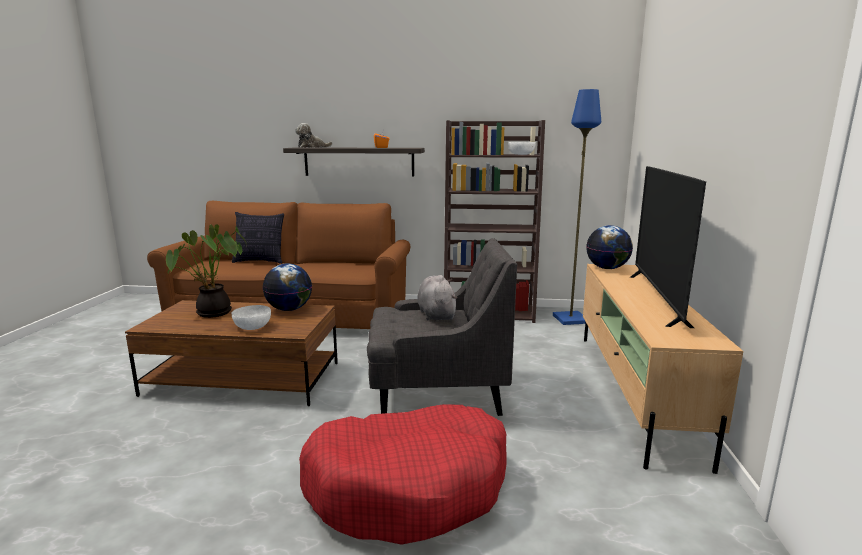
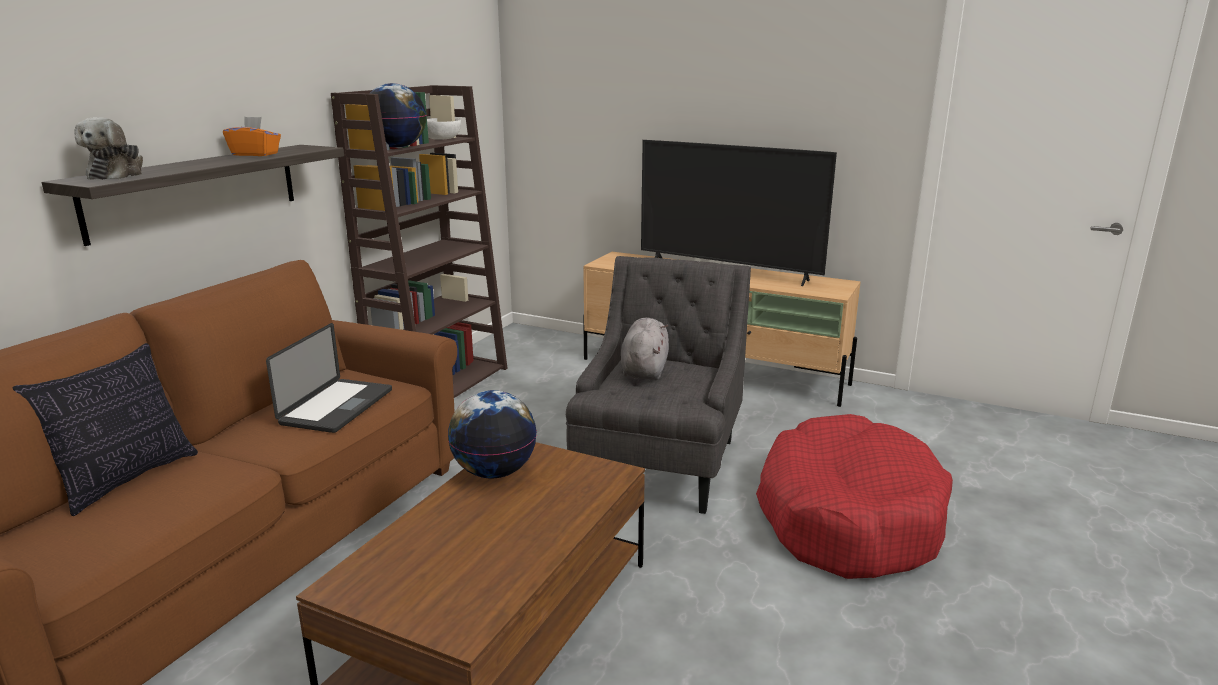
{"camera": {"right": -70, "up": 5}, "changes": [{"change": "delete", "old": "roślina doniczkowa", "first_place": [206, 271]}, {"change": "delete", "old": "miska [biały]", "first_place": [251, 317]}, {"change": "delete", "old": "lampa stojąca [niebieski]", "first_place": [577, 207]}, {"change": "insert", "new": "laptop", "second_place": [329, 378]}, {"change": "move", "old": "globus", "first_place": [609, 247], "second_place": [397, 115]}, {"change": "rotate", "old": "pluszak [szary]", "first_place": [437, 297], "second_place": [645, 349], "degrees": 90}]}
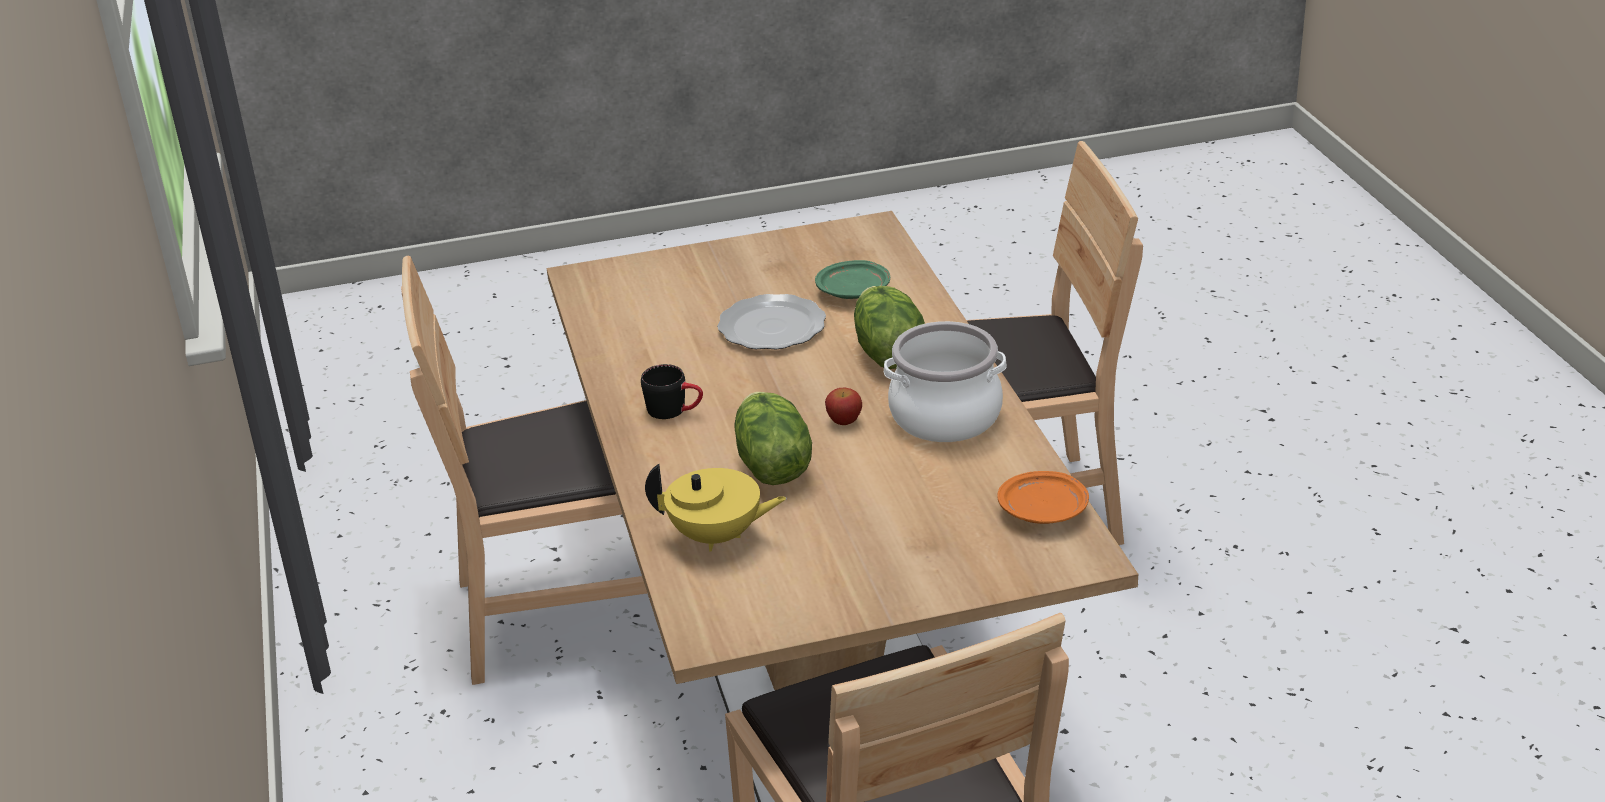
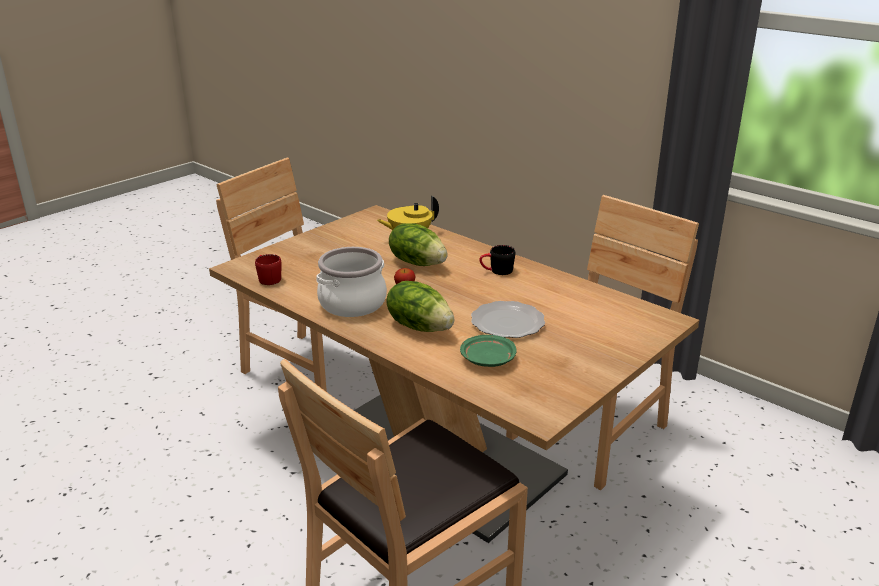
{"camera": {"right": 145, "up": -5}, "changes": [{"change": "replace", "old": "talerz [pomarańczowy]", "new": "kubek [czerwony]", "first_place": [1043, 497], "second_place": [268, 269]}]}
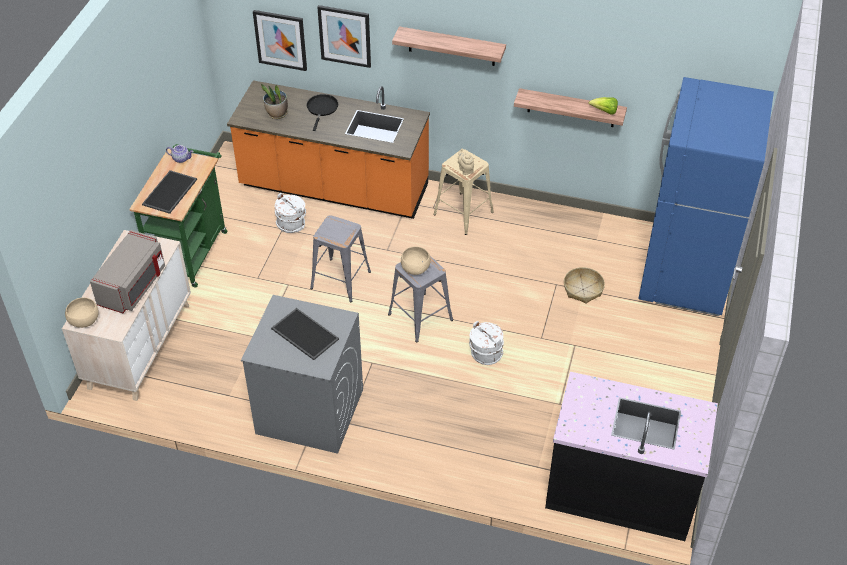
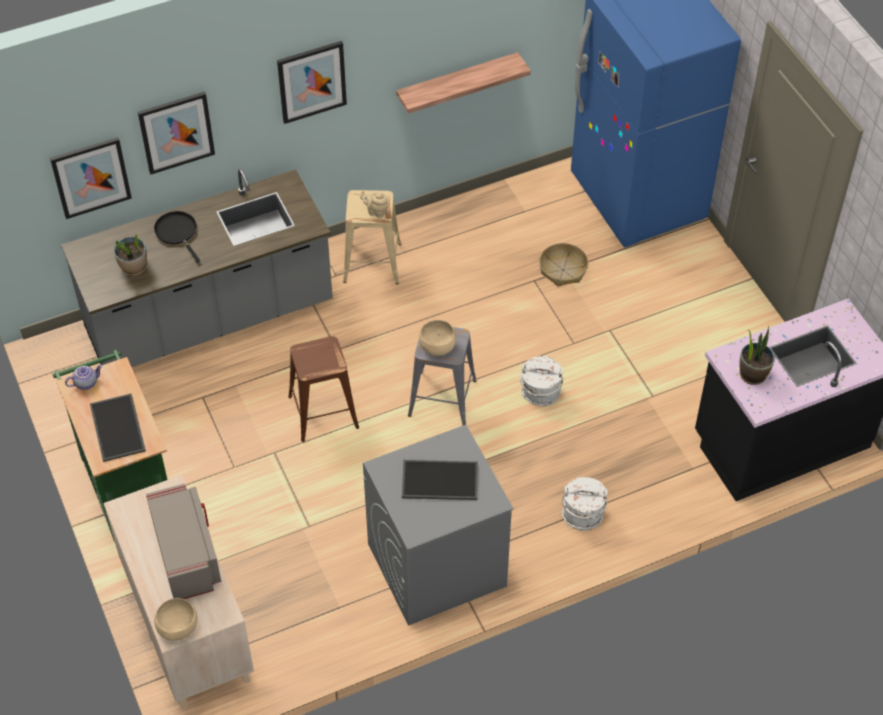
{"camera": {"right": -40, "up": 5}, "changes": [{"change": "delete", "old": "sałata", "first_place": [603, 106]}, {"change": "insert", "new": "roślina doniczkowa", "second_place": [757, 355]}, {"change": "move", "old": "wiadro [biały]", "first_place": [290, 213], "second_place": [585, 504]}, {"change": "replace", "old": "półka", "new": "obraz", "first_place": [449, 46], "second_place": [312, 82]}, {"change": "recolor", "old": "zabudowa kuchenna [pomarańczowy]", "new": "zabudowa kuchenna [szary]", "first_place": [328, 149], "second_place": [197, 268]}, {"change": "recolor", "old": "stołek [szary]", "new": "stołek [brązowy]", "first_place": [340, 258], "second_place": [323, 389]}]}
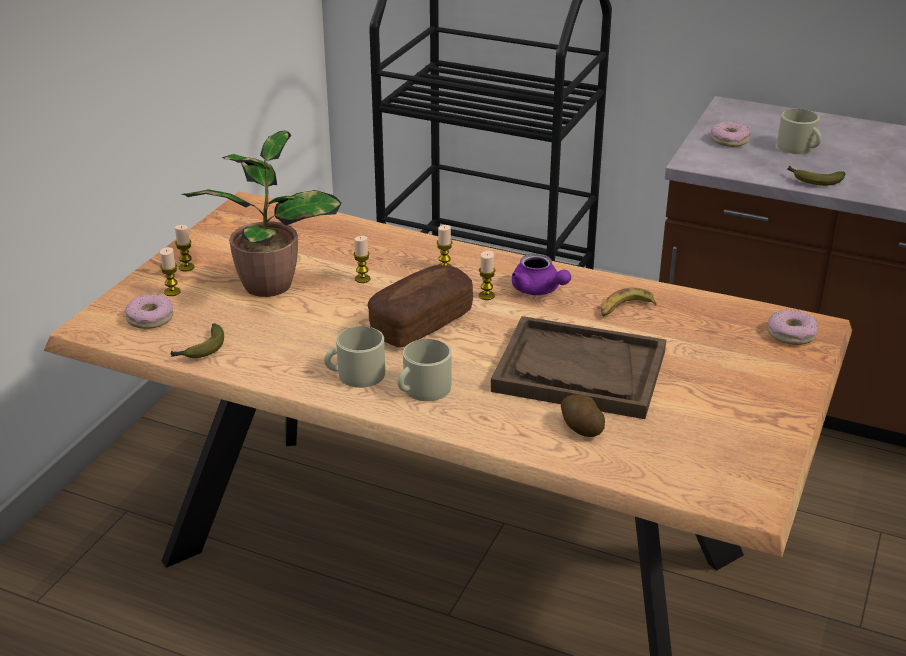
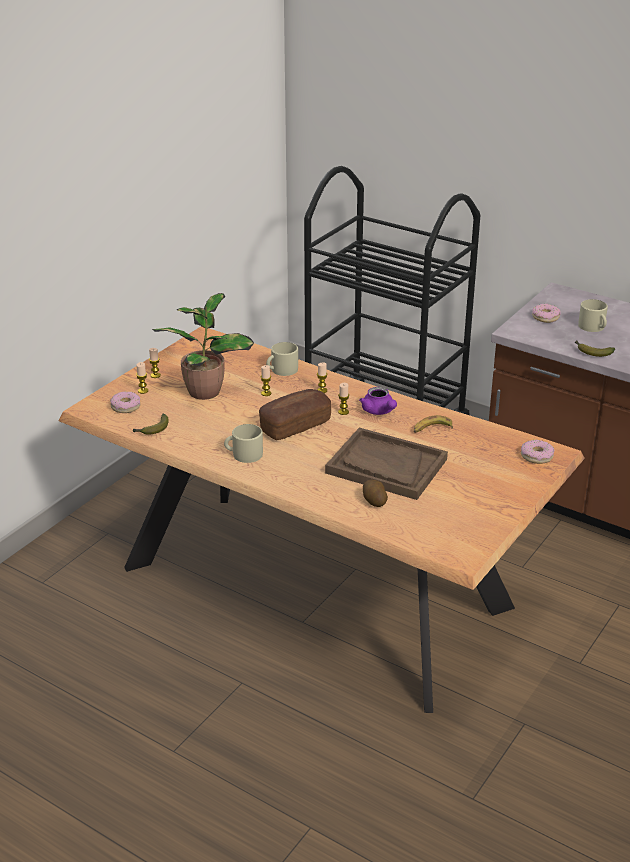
{"camera": {"right": 10, "up": 0}, "changes": [{"change": "move", "old": "kubek [beżowy]", "first_place": [424, 370], "second_place": [282, 359]}]}
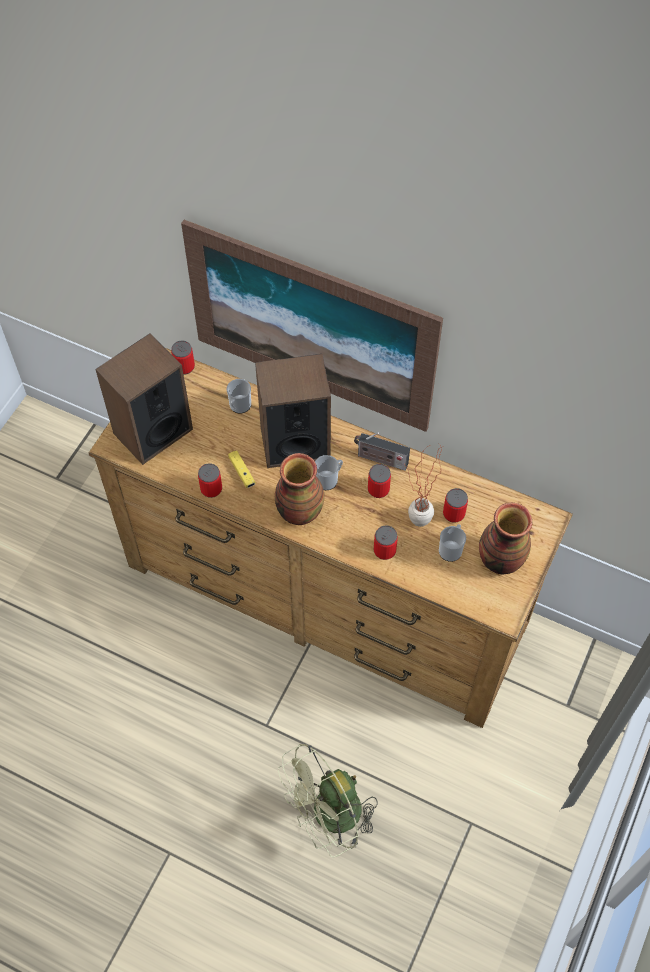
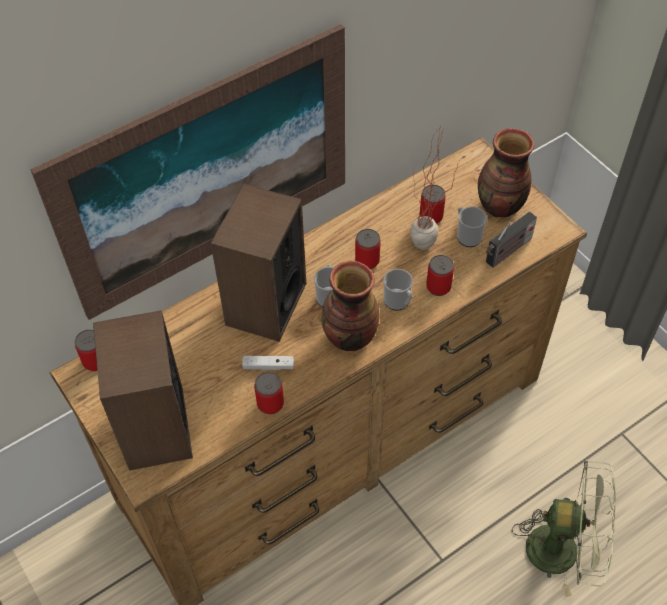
{"camera": {"right": -60, "up": -5}, "changes": [{"change": "move", "old": "kubek", "first_place": [239, 396], "second_place": [398, 290]}, {"change": "move", "old": "radio", "first_place": [382, 451], "second_place": [511, 239]}, {"change": "recolor", "old": "pad do gier [żółty]", "new": "pad do gier [biały]", "first_place": [242, 469], "second_place": [268, 363]}, {"change": "rotate", "old": "wentylator [zielony]", "first_place": [328, 801], "second_place": [564, 528], "degrees": -75}]}
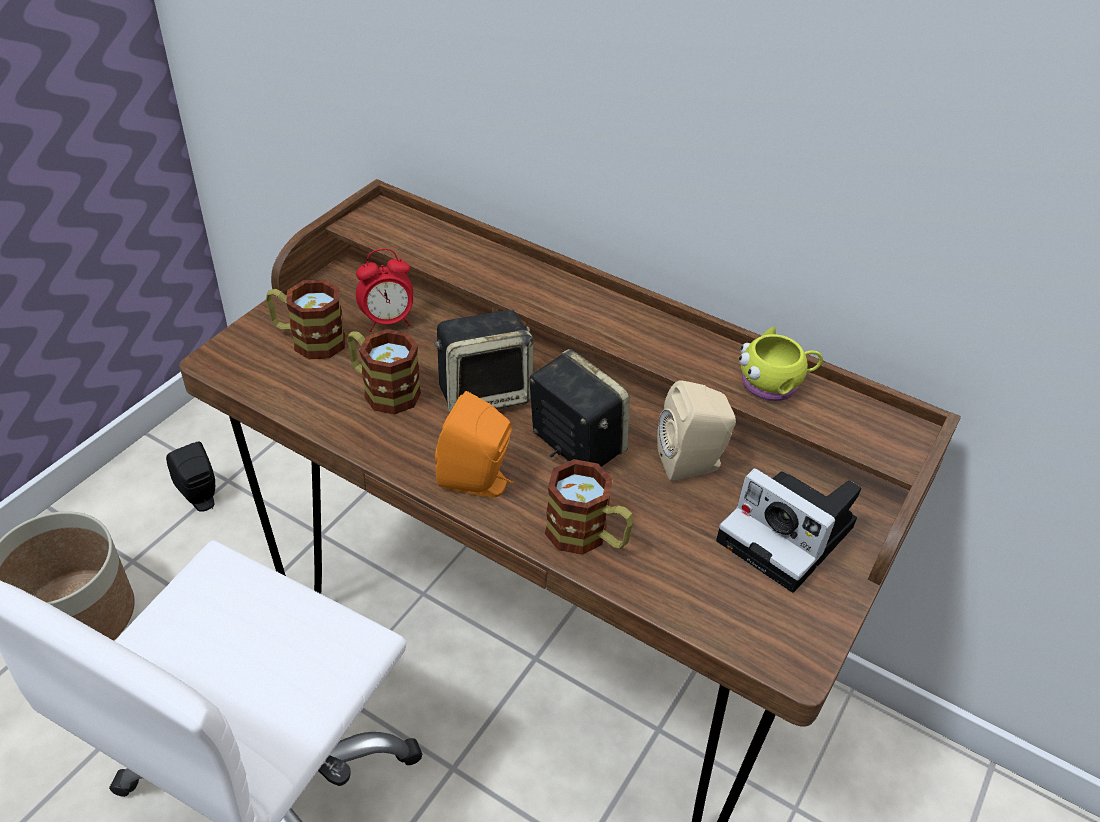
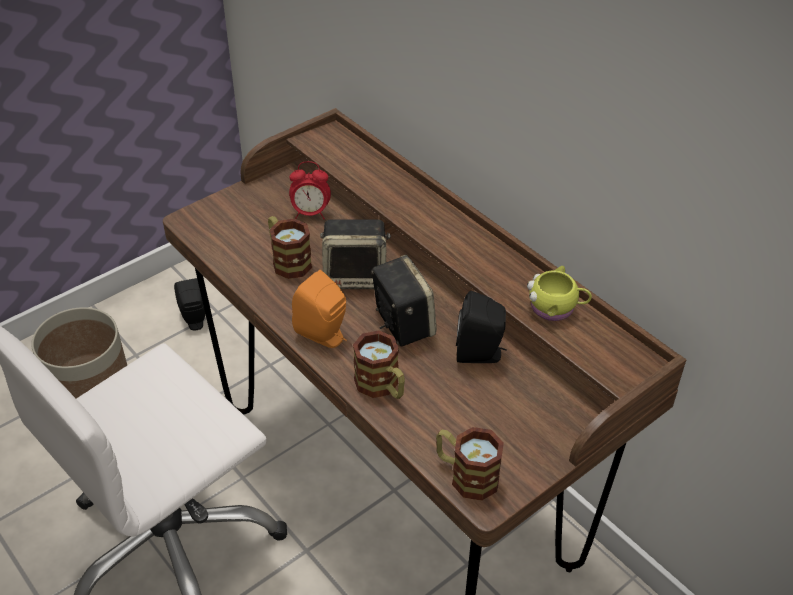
{"camera": {"right": 20, "up": 0}, "changes": [{"change": "delete", "old": "aparat fotograficzny", "first_place": [788, 530]}, {"change": "move", "old": "kubek", "first_place": [305, 319], "second_place": [470, 464]}, {"change": "recolor", "old": "głośnik [beżowy]", "new": "głośnik [czarny]", "first_place": [696, 430], "second_place": [481, 327]}]}
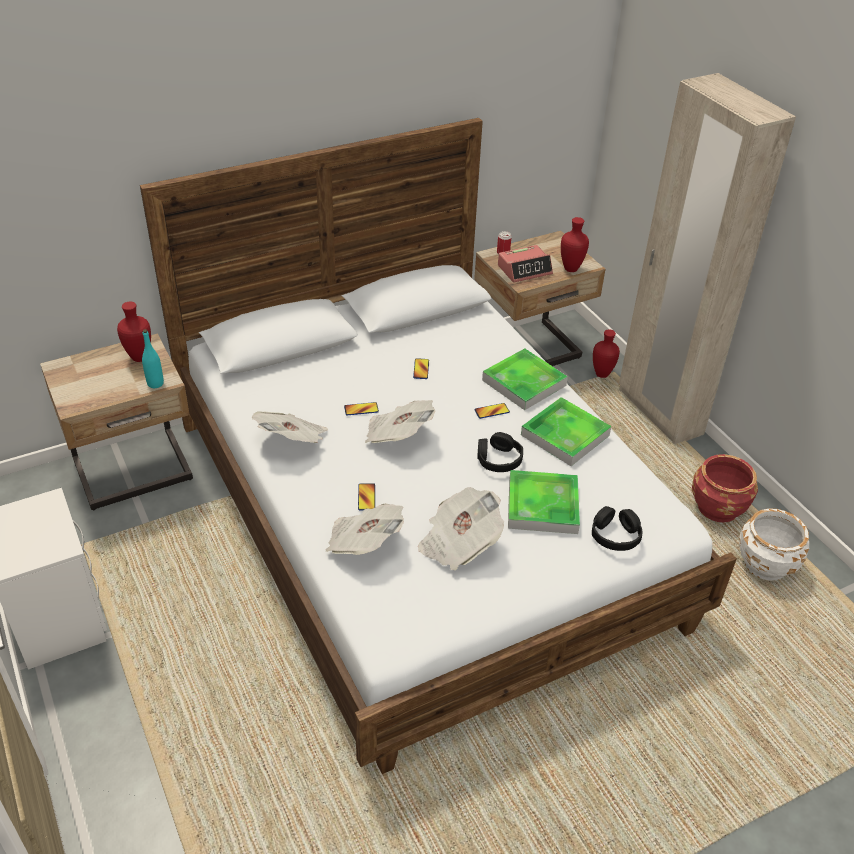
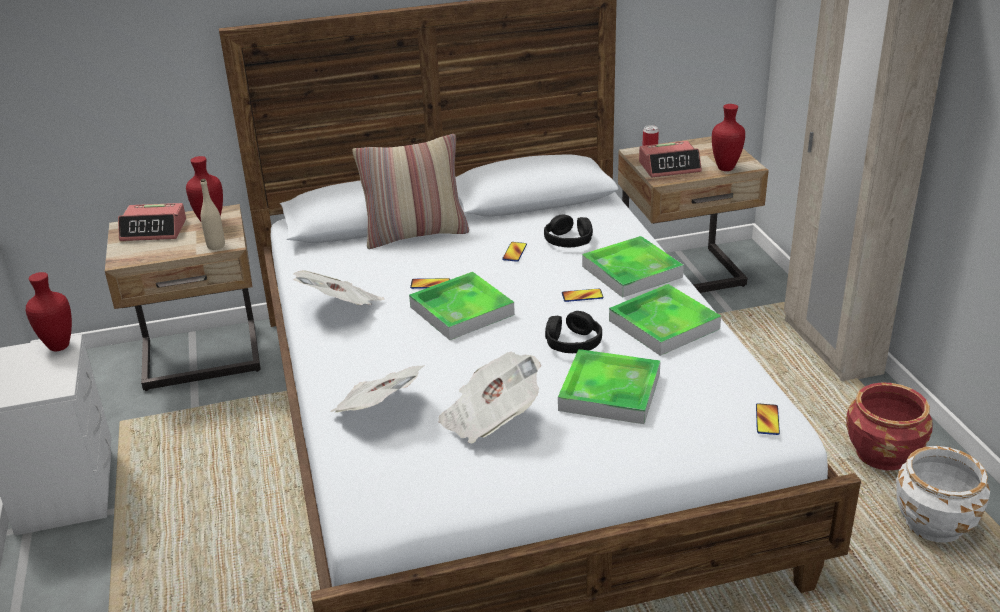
{"camera": {"right": 15, "up": -10}, "changes": [{"change": "insert", "new": "budzik", "second_place": [152, 222]}, {"change": "insert", "new": "poduszka", "second_place": [411, 191]}, {"change": "move", "old": "telefon", "first_place": [366, 496], "second_place": [768, 419]}, {"change": "move", "old": "słuchawki [czarny]", "first_place": [617, 528], "second_place": [568, 230]}, {"change": "move", "old": "wazon [czerwony]", "first_place": [606, 353], "second_place": [49, 311]}, {"change": "replace", "old": "gazeta", "new": "taca", "first_place": [400, 421], "second_place": [462, 306]}, {"change": "recolor", "old": "butelka [turkusowy]", "new": "butelka [beżowy]", "first_place": [153, 358], "second_place": [212, 214]}]}
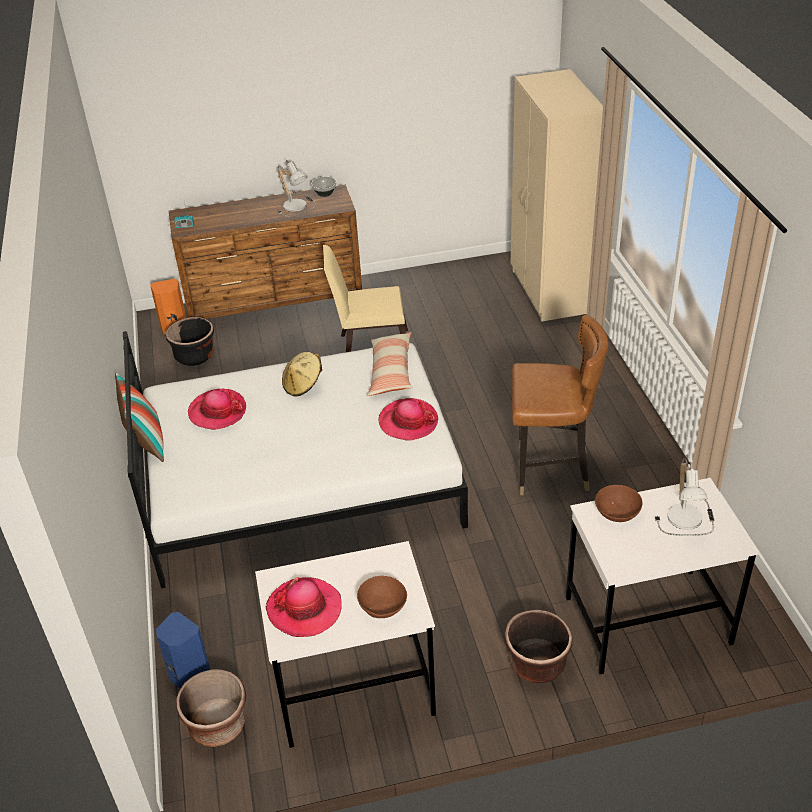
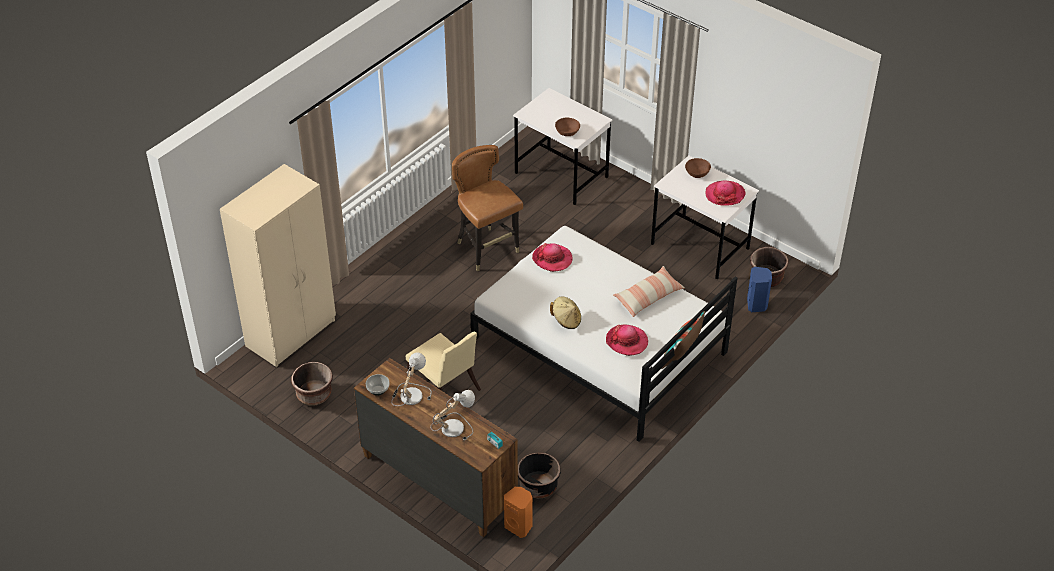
{"camera": {"right": -130, "up": 5}, "changes": [{"change": "move", "old": "poduszka", "first_place": [389, 364], "second_place": [648, 291]}, {"change": "move", "old": "donica [brązowy]", "first_place": [538, 646], "second_place": [312, 384]}, {"change": "move", "old": "lampa stołowa", "first_place": [685, 497], "second_place": [453, 415]}]}
